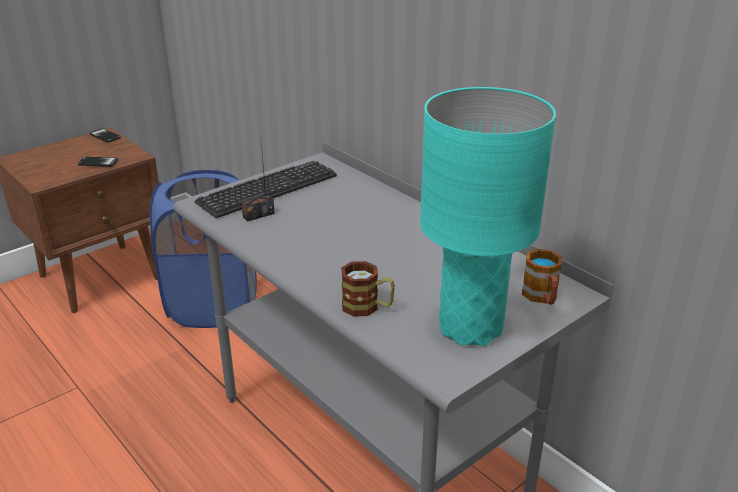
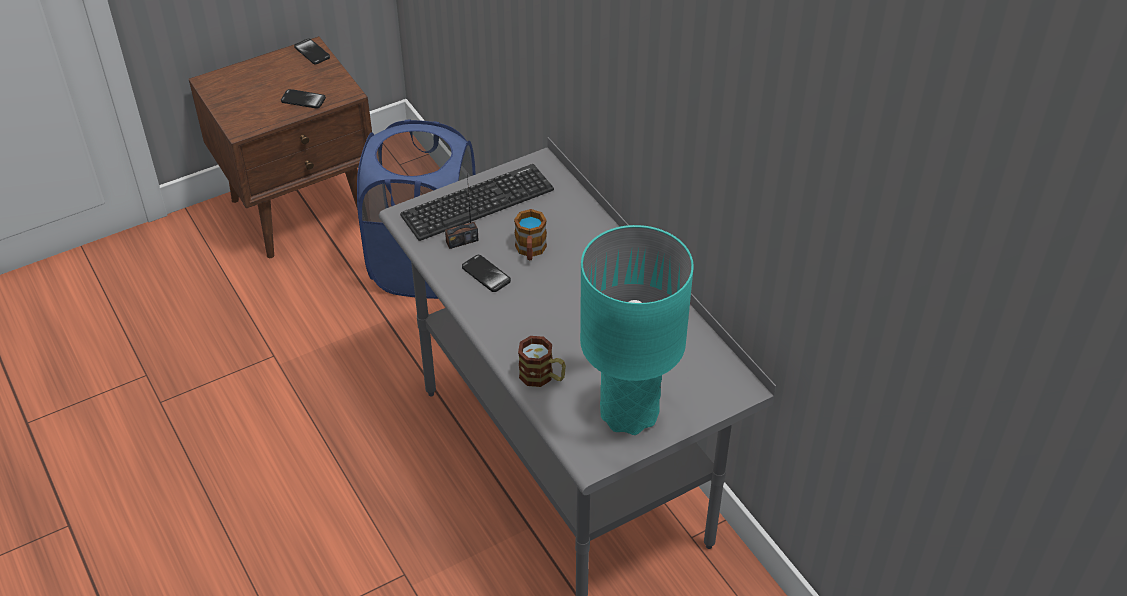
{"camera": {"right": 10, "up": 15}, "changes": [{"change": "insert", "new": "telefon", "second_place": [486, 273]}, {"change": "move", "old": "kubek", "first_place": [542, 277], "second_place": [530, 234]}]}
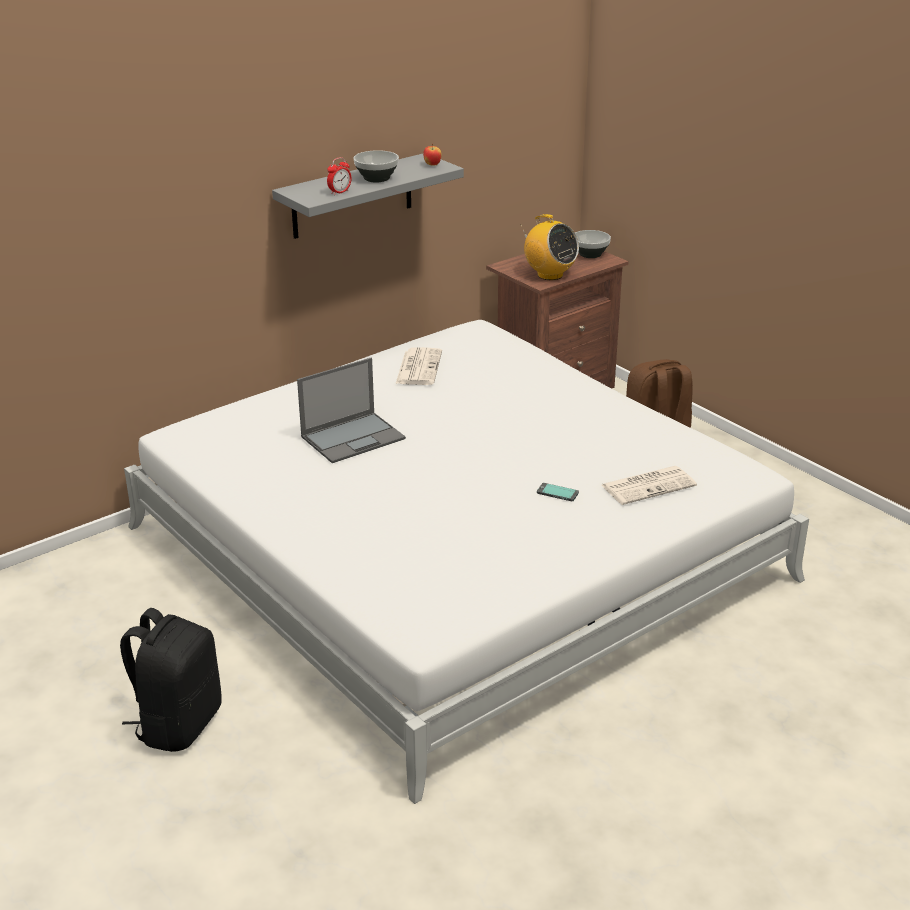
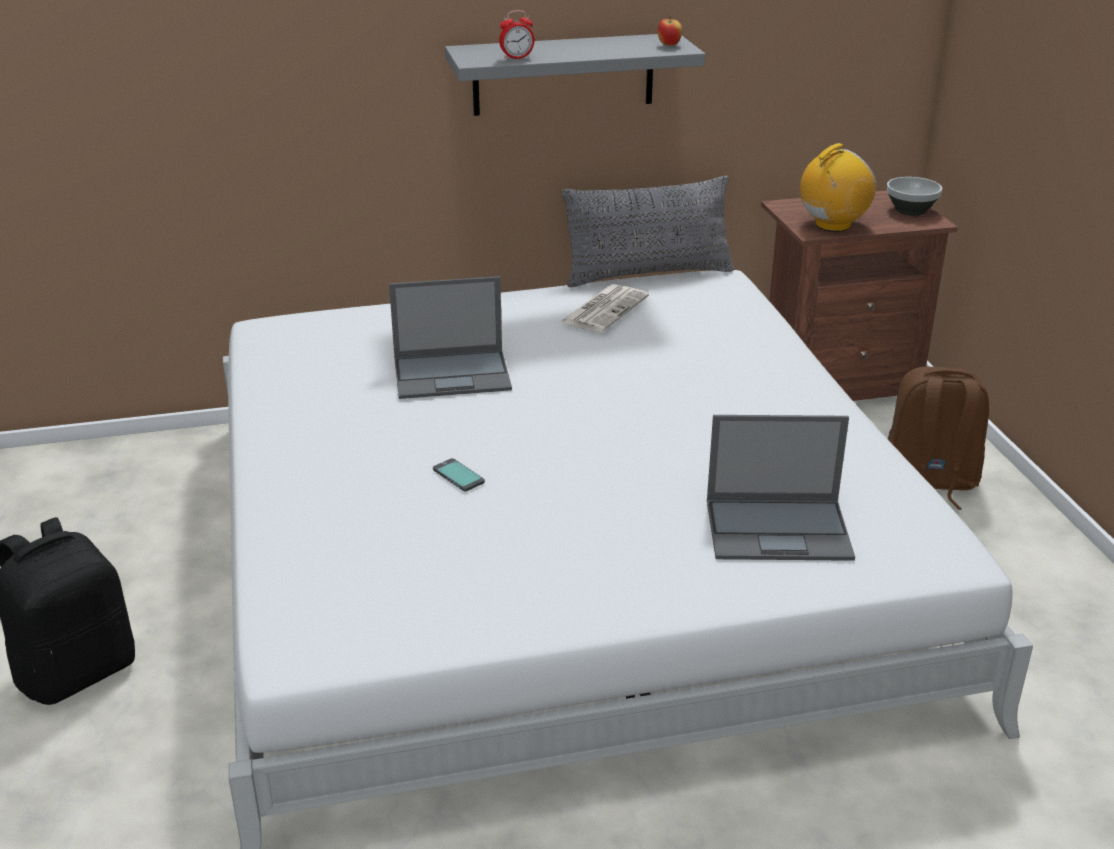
{"camera": {"right": 25, "up": 0}, "changes": [{"change": "delete", "old": "miska", "first_place": [376, 166]}, {"change": "insert", "new": "poduszka [szary]", "second_place": [648, 231]}, {"change": "move", "old": "telefon", "first_place": [558, 492], "second_place": [459, 475]}, {"change": "replace", "old": "gazeta", "new": "laptop", "first_place": [649, 485], "second_place": [781, 488]}, {"change": "rotate", "old": "radio", "first_place": [549, 247], "second_place": [838, 187], "degrees": -105}]}
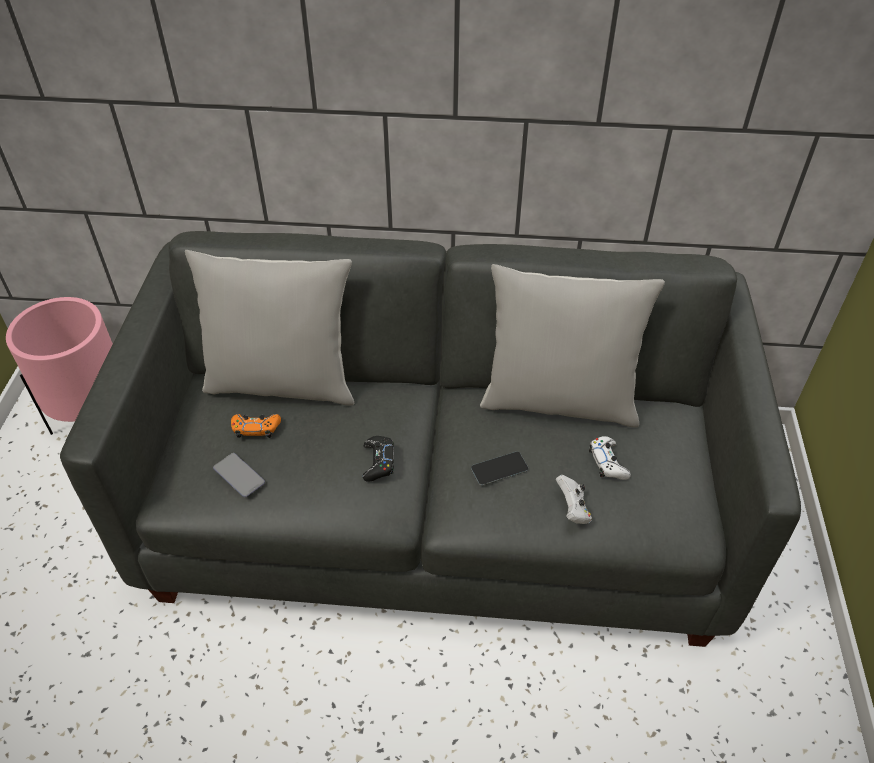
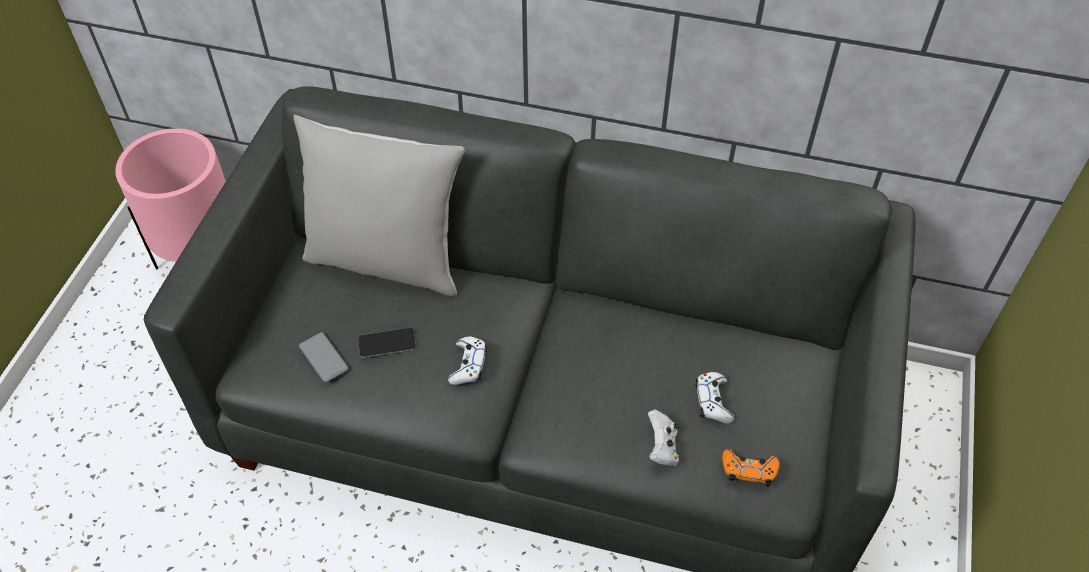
{"camera": {"right": 10, "up": 5}, "changes": [{"change": "delete", "old": "poduszka [szary]", "first_place": [572, 346]}, {"change": "move", "old": "pad do gier [pomarańczowy]", "first_place": [256, 426], "second_place": [751, 468]}, {"change": "move", "old": "telefon", "first_place": [499, 468], "second_place": [387, 343]}, {"change": "recolor", "old": "pad do gier [czarny]", "new": "pad do gier [biały]", "first_place": [378, 459], "second_place": [467, 360]}]}
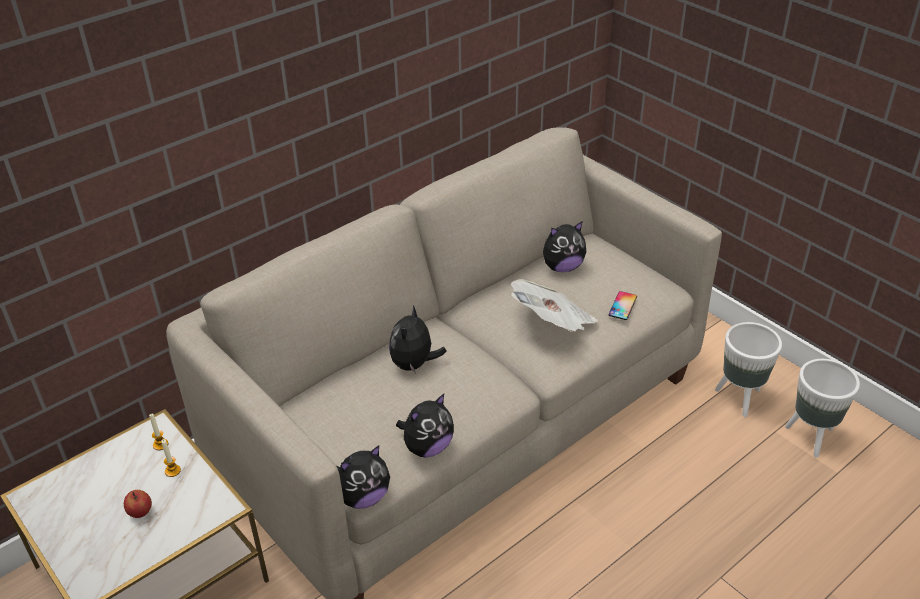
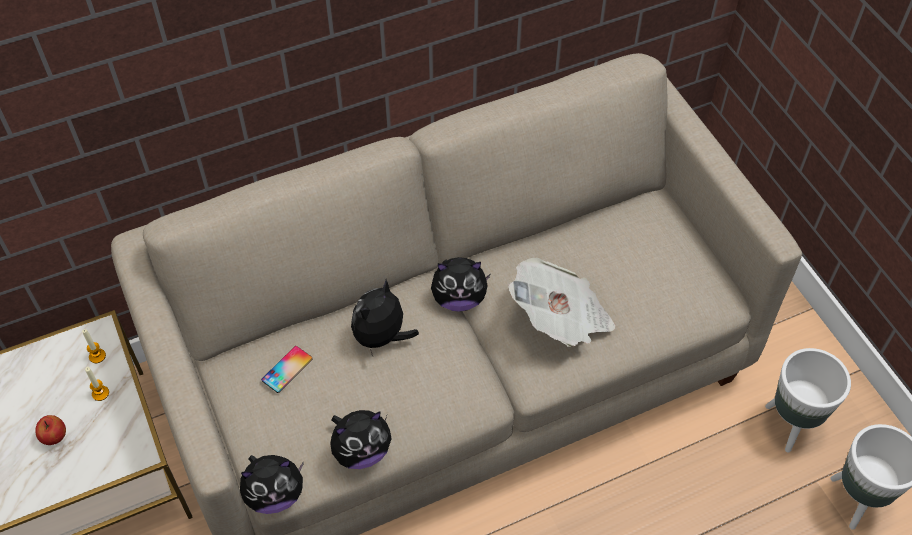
{"camera": {"right": 15, "up": 15}, "changes": [{"change": "move", "old": "pluszak", "first_place": [564, 246], "second_place": [461, 284]}, {"change": "move", "old": "telefon", "first_place": [622, 305], "second_place": [287, 369]}]}
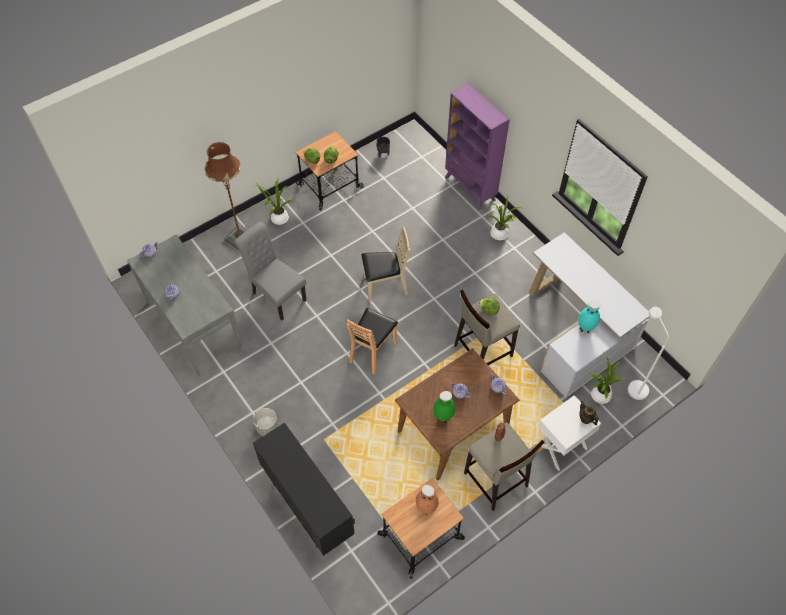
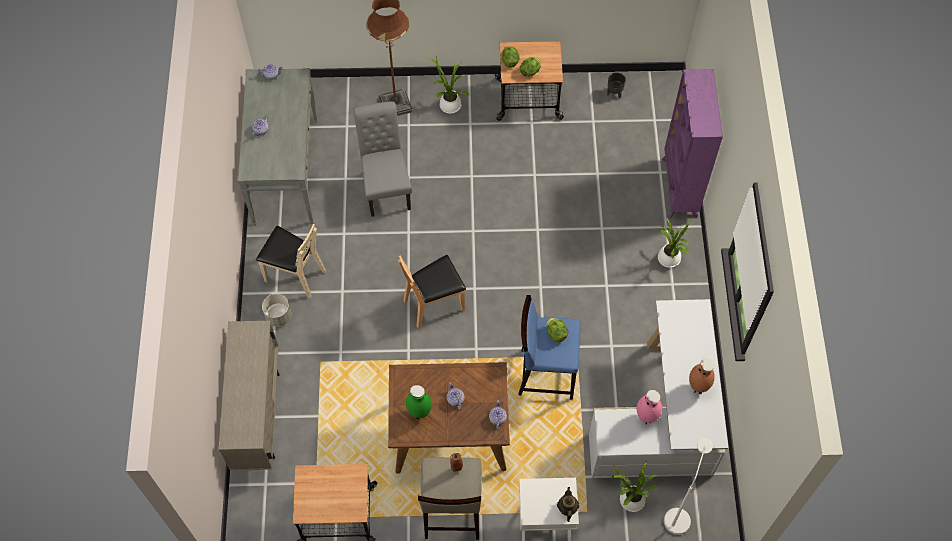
{"camera": {"right": 35, "up": 5}, "changes": [{"change": "move", "old": "krzesło [beżowy]", "first_place": [385, 264], "second_place": [291, 261]}, {"change": "move", "old": "wazon [brązowy]", "first_place": [427, 500], "second_place": [702, 376]}, {"change": "recolor", "old": "szafka [czarny]", "new": "szafka [beżowy]", "first_place": [304, 489], "second_place": [249, 395]}, {"change": "recolor", "old": "stołek [beżowy]", "new": "stołek [niebieski]", "first_place": [487, 327], "second_place": [549, 347]}, {"change": "recolor", "old": "wazon [turkusowy]", "new": "wazon [różowy]", "first_place": [589, 316], "second_place": [649, 407]}]}
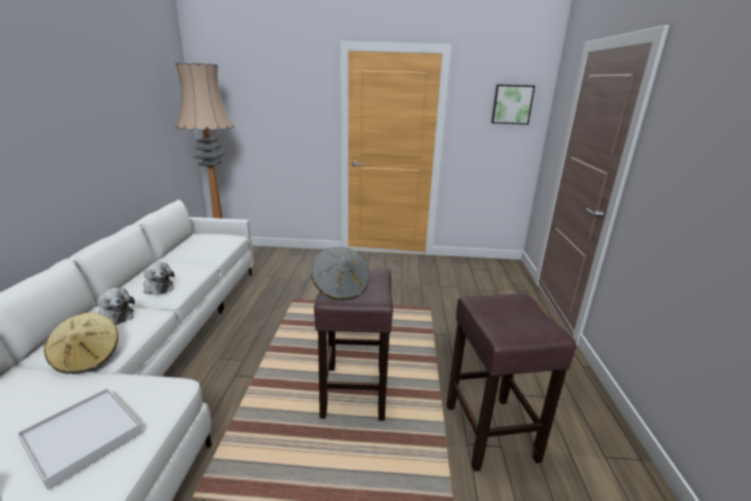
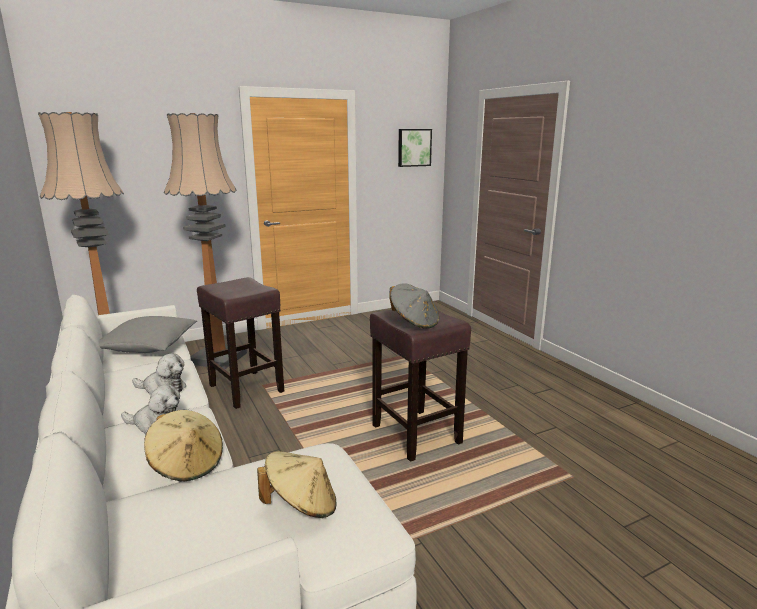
{"camera": {"right": -30, "up": -5}, "changes": [{"change": "insert", "new": "poduszka [szary]", "second_place": [148, 334]}, {"change": "insert", "new": "lampa stojąca", "second_place": [205, 241]}, {"change": "move", "old": "stołek [brązowy]", "first_place": [511, 382], "second_place": [240, 343]}, {"change": "replace", "old": "taca [biały]", "new": "kapelusz [beżowy]", "first_place": [79, 439], "second_place": [297, 484]}]}
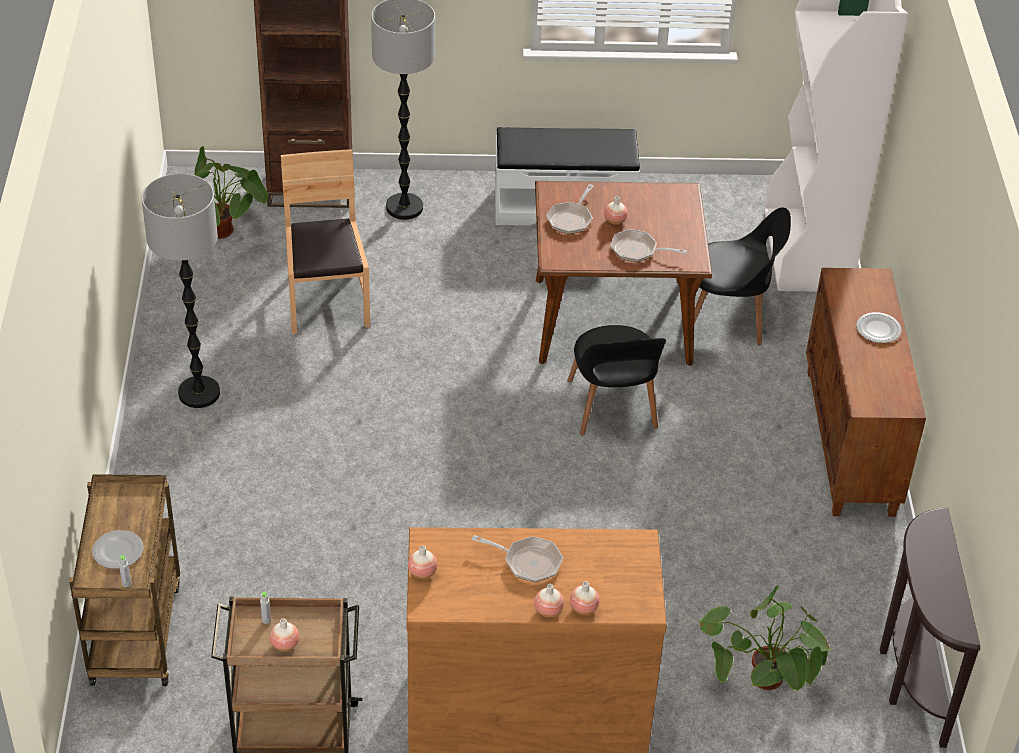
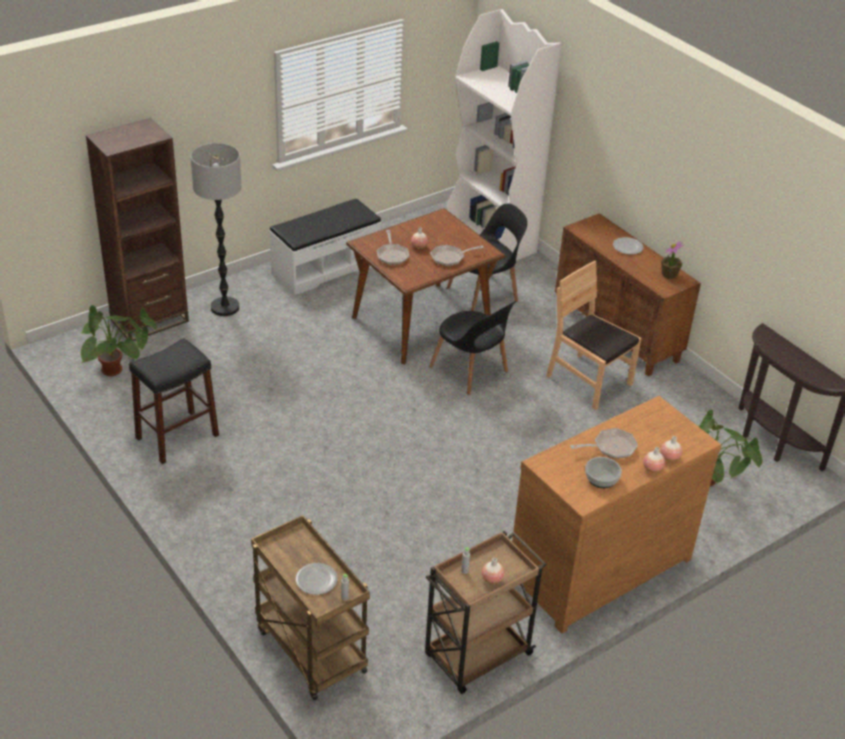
{"camera": {"right": -35, "up": -5}, "changes": [{"change": "delete", "old": "lampa stojąca", "first_place": [181, 290]}, {"change": "delete", "old": "wazon", "first_place": [422, 562]}, {"change": "insert", "new": "stołek [czarny]", "second_place": [174, 401]}, {"change": "insert", "new": "miska", "second_place": [603, 472]}, {"change": "insert", "new": "roślina doniczkowa", "second_place": [672, 260]}, {"change": "move", "old": "krzesło [brązowy]", "first_place": [325, 241], "second_place": [594, 335]}]}
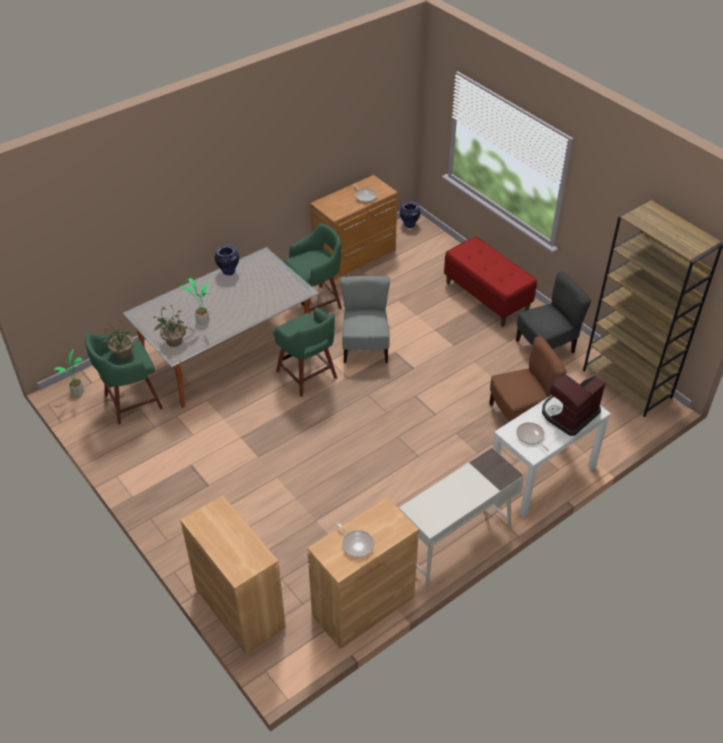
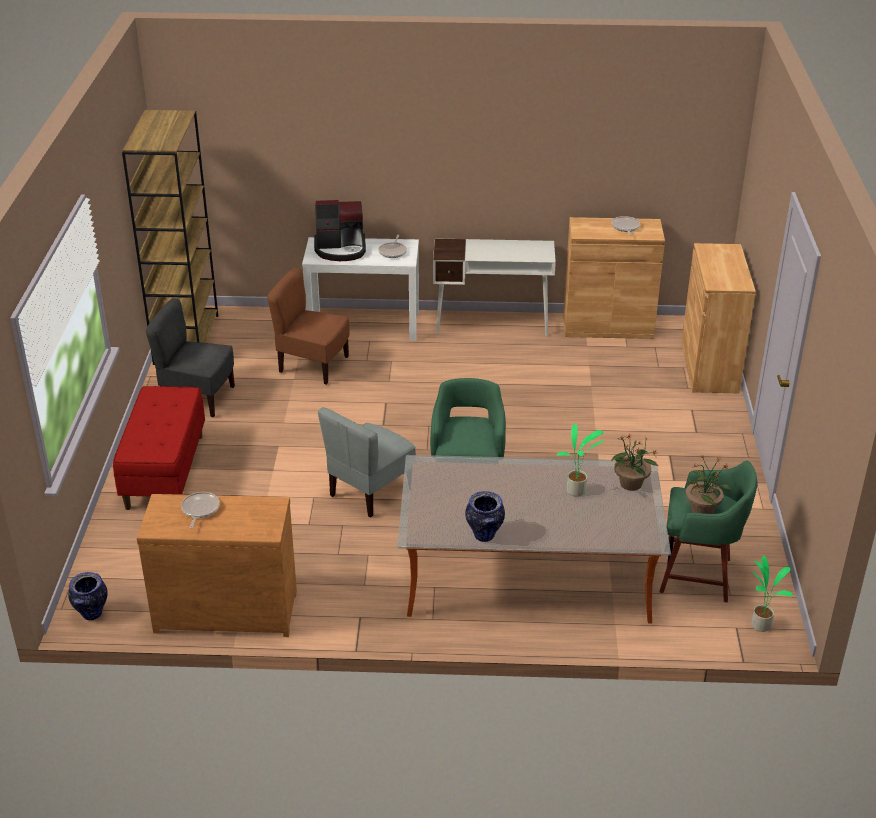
{"camera": {"right": -140, "up": -10}, "changes": [{"change": "delete", "old": "stołek [zielony]", "first_place": [312, 267]}]}
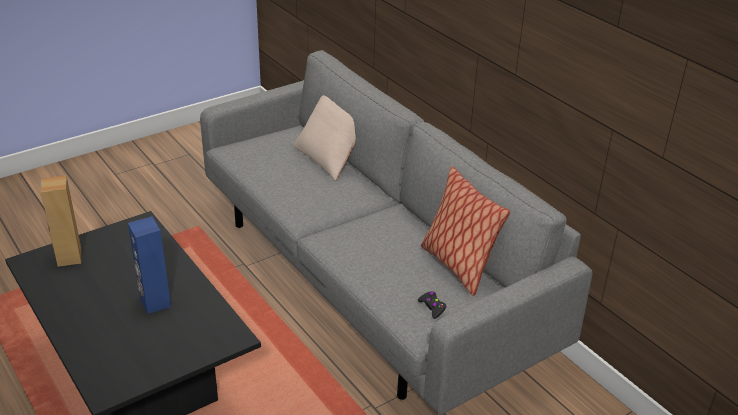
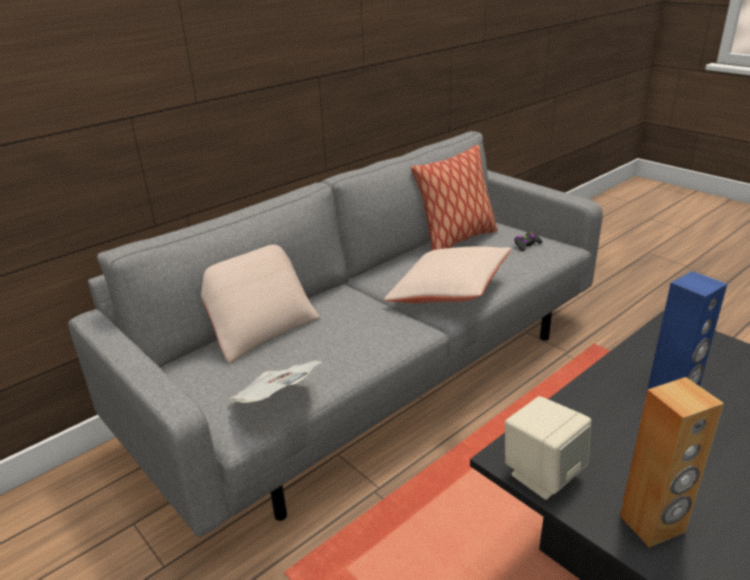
{"camera": {"right": -95, "up": -5}, "changes": [{"change": "insert", "new": "gazeta", "second_place": [275, 382]}, {"change": "insert", "new": "poduszka [beżowy]", "second_place": [447, 274]}, {"change": "insert", "new": "głośnik [beżowy]", "second_place": [548, 448]}]}
